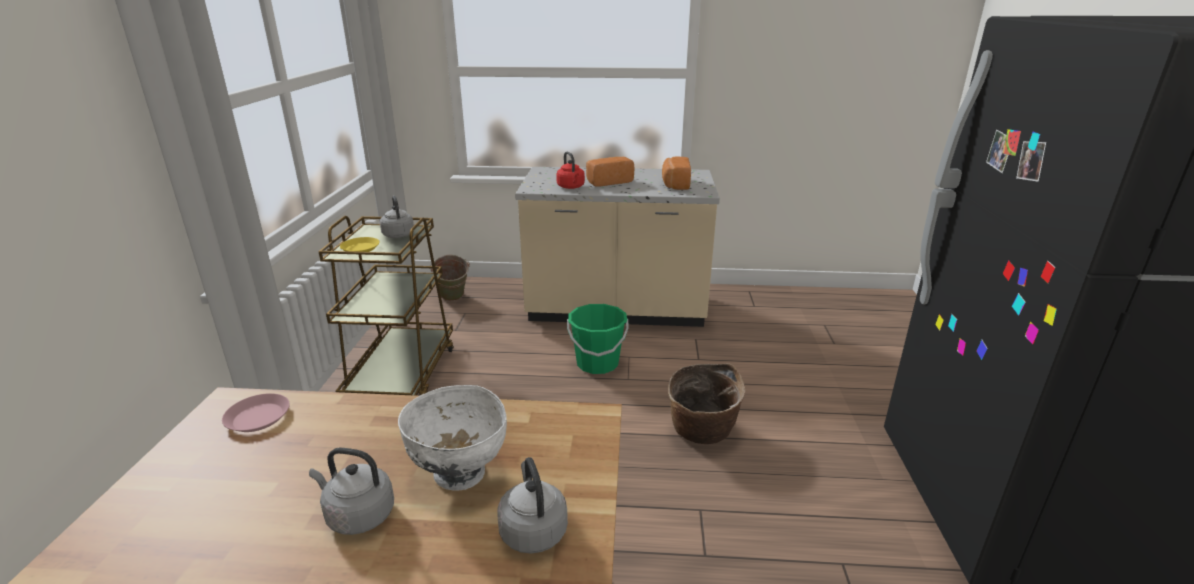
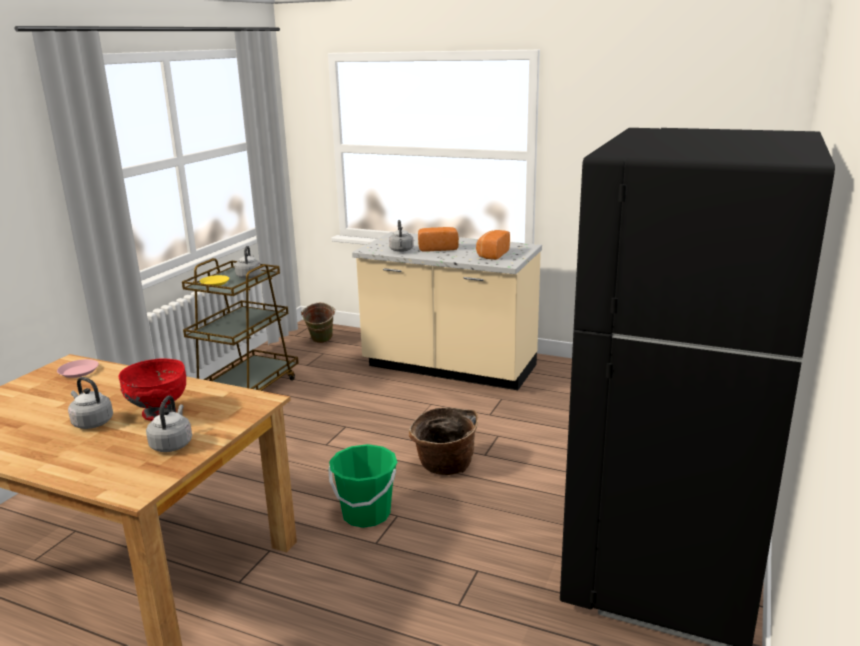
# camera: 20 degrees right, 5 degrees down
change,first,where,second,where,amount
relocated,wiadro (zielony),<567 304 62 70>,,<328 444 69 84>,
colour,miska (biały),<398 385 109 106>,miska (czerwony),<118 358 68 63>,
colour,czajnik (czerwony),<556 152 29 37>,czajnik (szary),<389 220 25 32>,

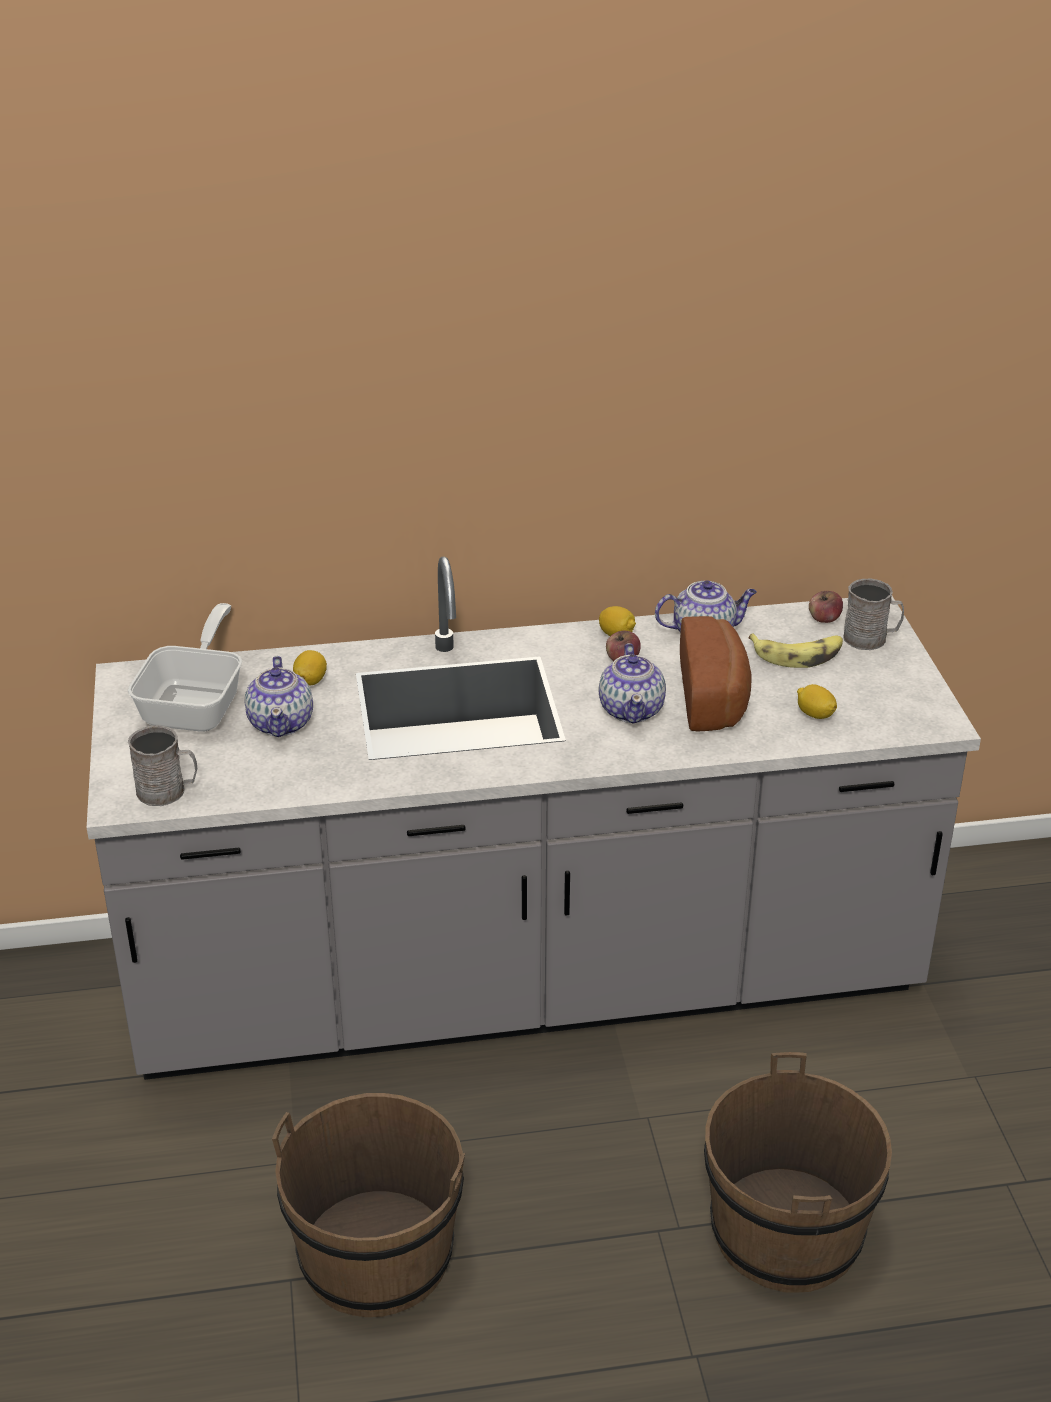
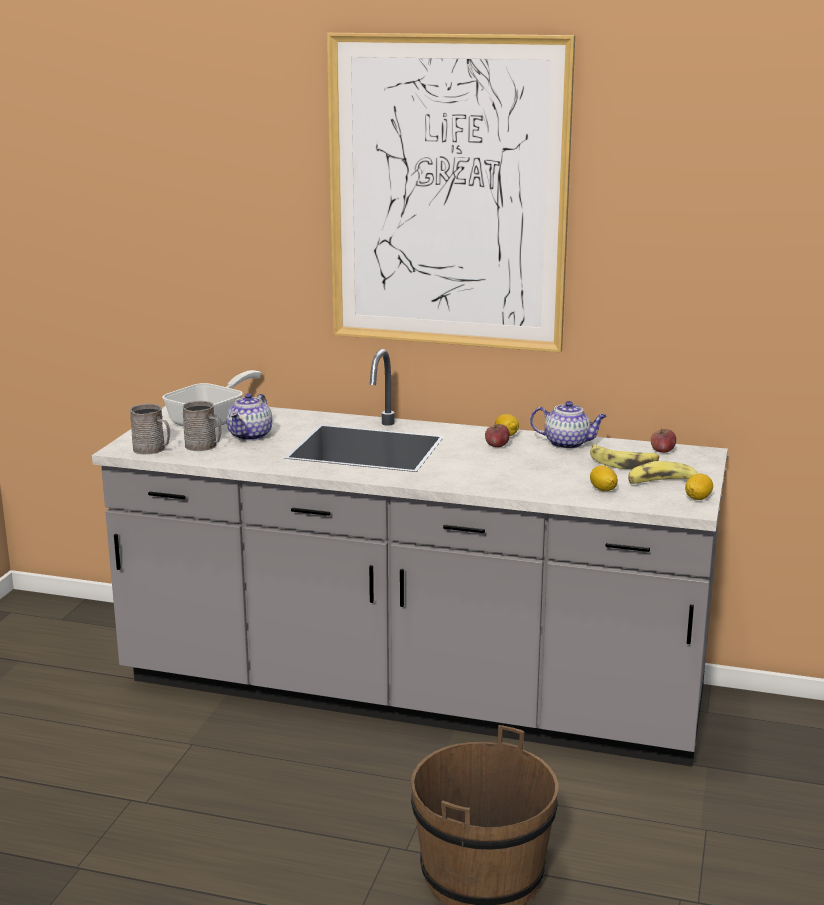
# camera: 25 degrees right, 15 degrees down
change,first,where,second,where,amount
missing,wiadro (brązowy),<272 1093 193 224>,,,
missing,imbryk,<599 643 67 81>,,,
missing,chleb,<680 616 72 115>,,,
appeared,,,obraz,<327 33 248 319>,
appeared,,,banan,<628 461 69 23>,
relocated,cytryna,<293 650 34 36>,,<685 473 28 27>,
relocated,kubek (szary),<843 579 61 71>,,<183 401 39 50>,

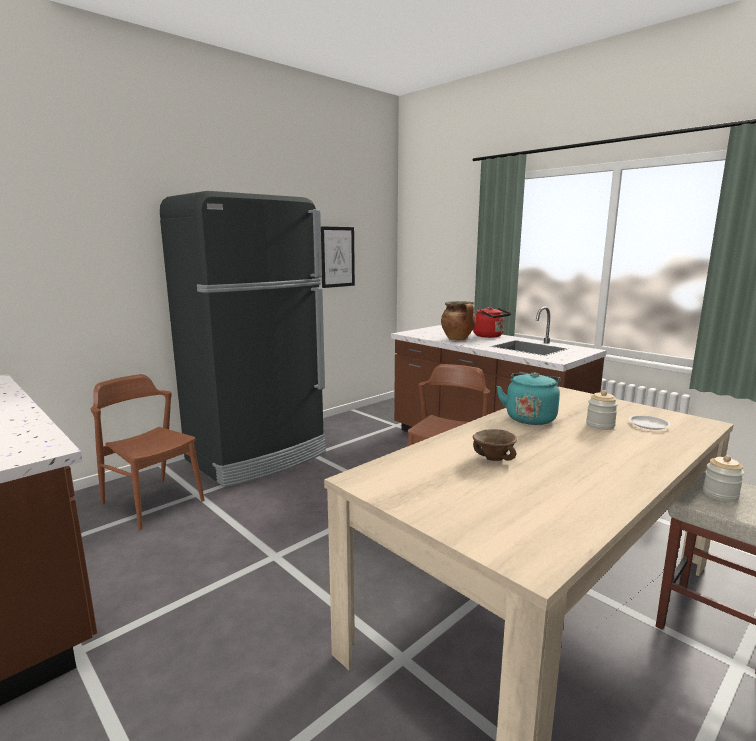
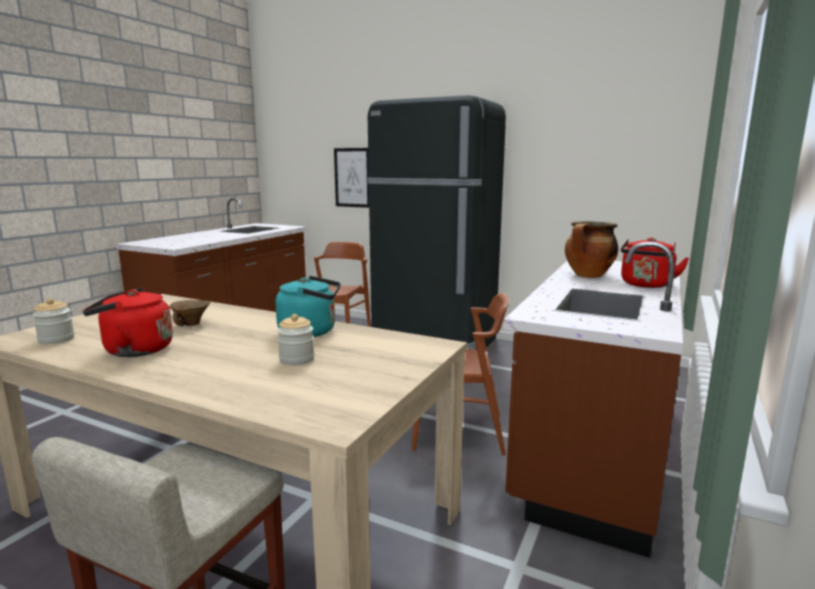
# camera: 70 degrees right, 0 degrees up
change,first,where,second,where,amount
missing,talerz (biały),<629 415 42 15>,,,
appeared,,,czajnik (czerwony),<83 287 90 70>,
relocated,obraz,<321 226 34 62>,,<334 148 35 60>,
relocated,słoik,<703 455 41 47>,,<33 298 42 46>,

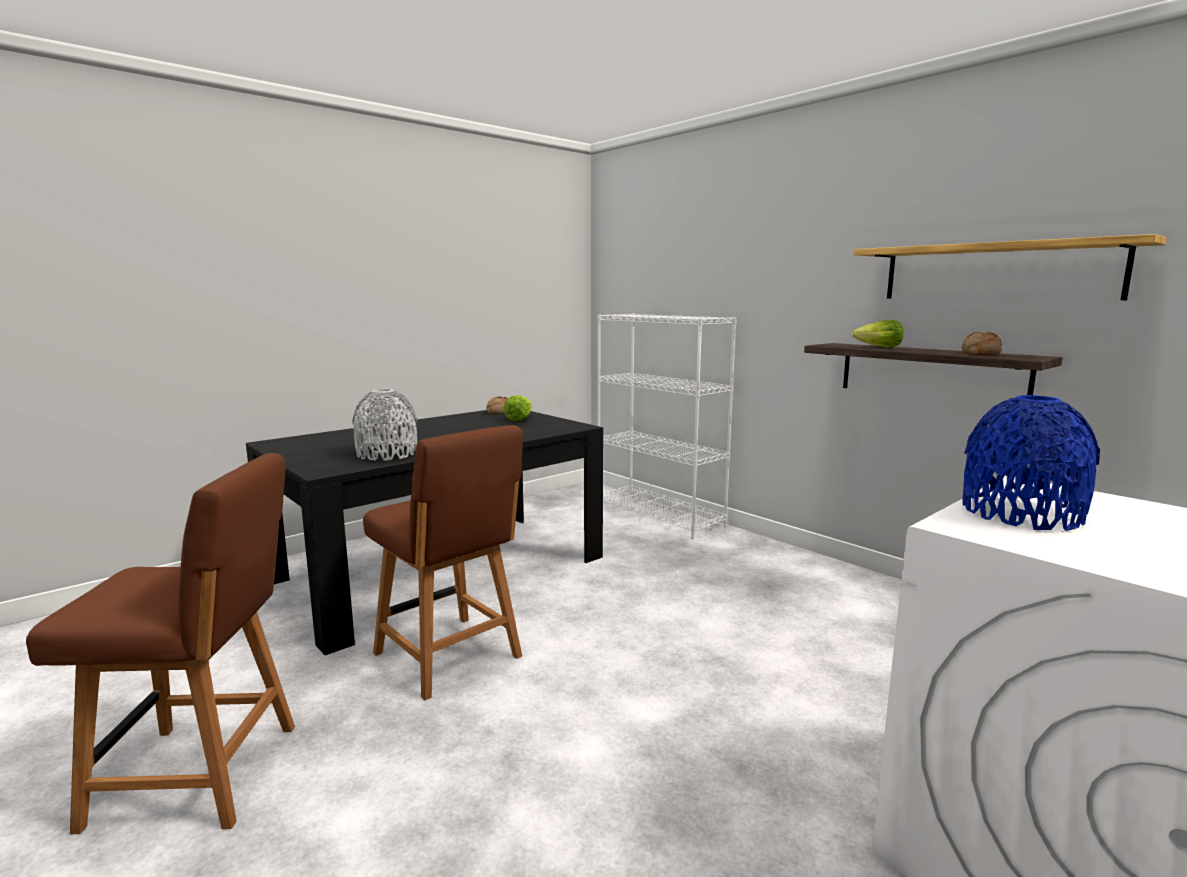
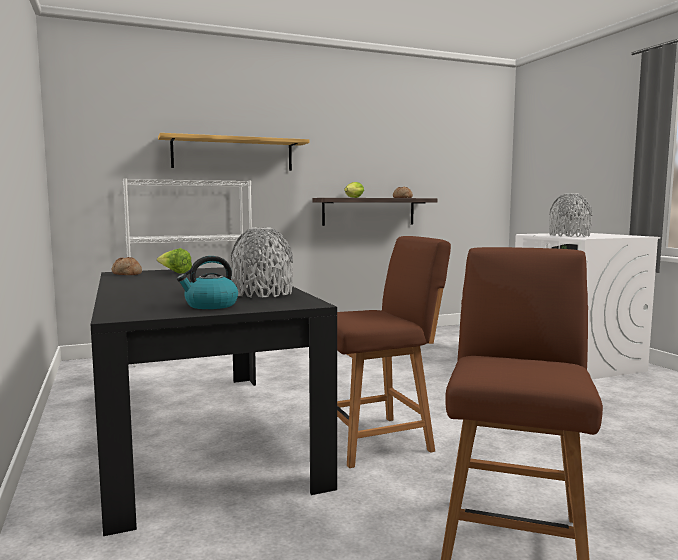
# camera: 70 degrees left, 5 degrees down
change,first,where,second,where,amount
appeared,,,czajnik,<177 256 61 53>,
relocated,półka,<854 234 313 66>,,<158 133 152 38>,
colour,wazon (niebieski),<962 395 138 136>,wazon (szary),<549 193 43 44>,

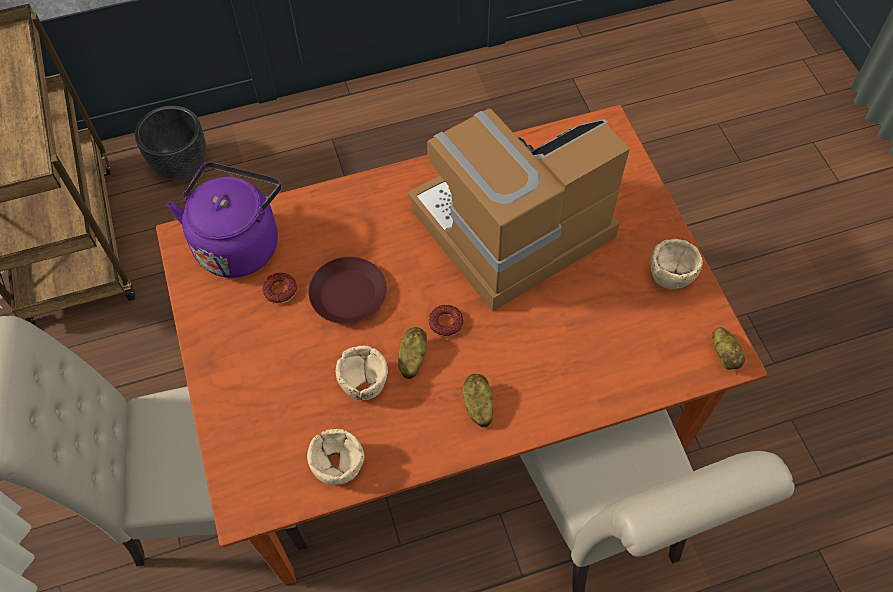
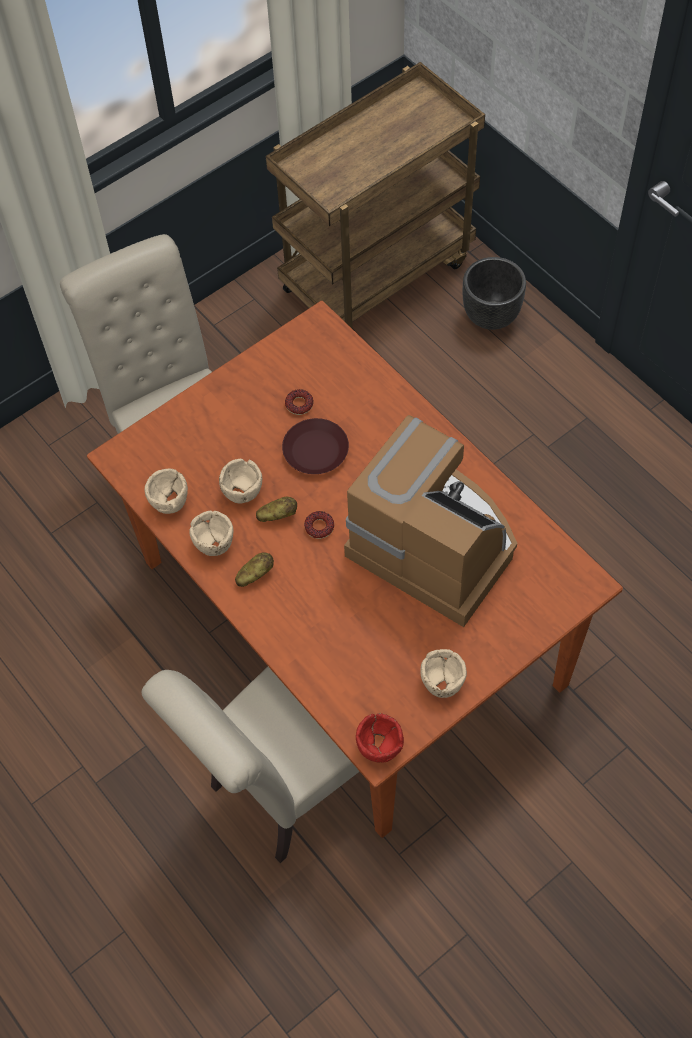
# camera: 70 degrees right, 0 degrees up
change,first,where,second,where,amount
missing,czajnik (fioletowy),<167 162 114 116>,,,
appeared,,,miska (beżowy),<189 511 44 45>,
exchanged,ziemniak,<712 327 33 43>,miska (czerwony),<356 713 48 50>,

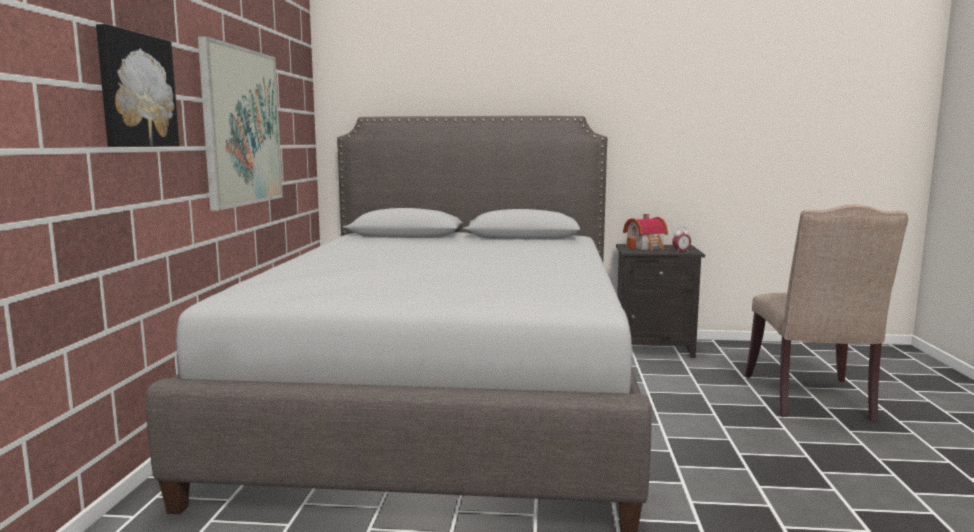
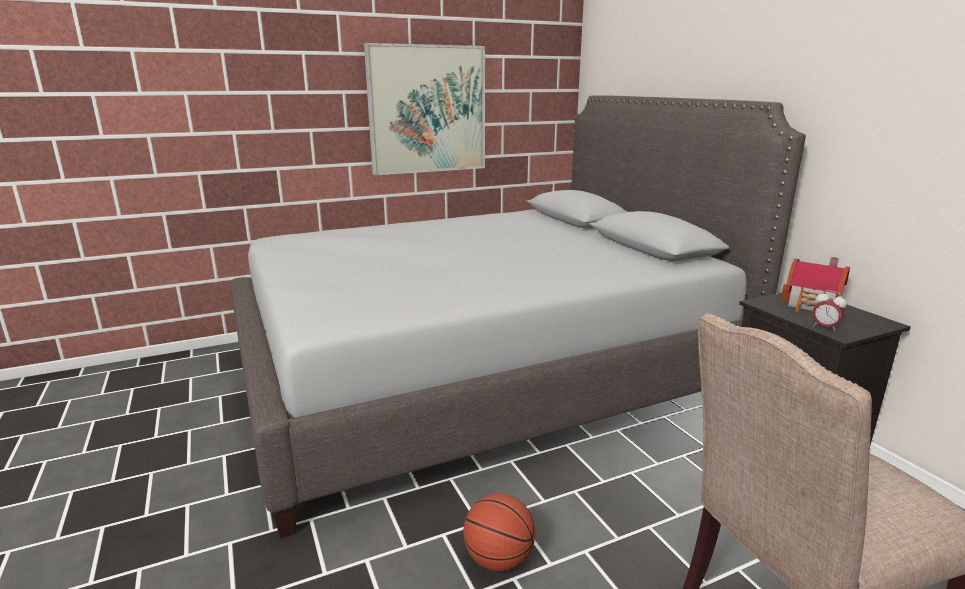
# camera: 60 degrees right, 10 degrees up
change,first,where,second,where,amount
missing,obraz,<96 24 83 123>,,,
appeared,,,piłka do koszykówki,<463 493 72 78>,

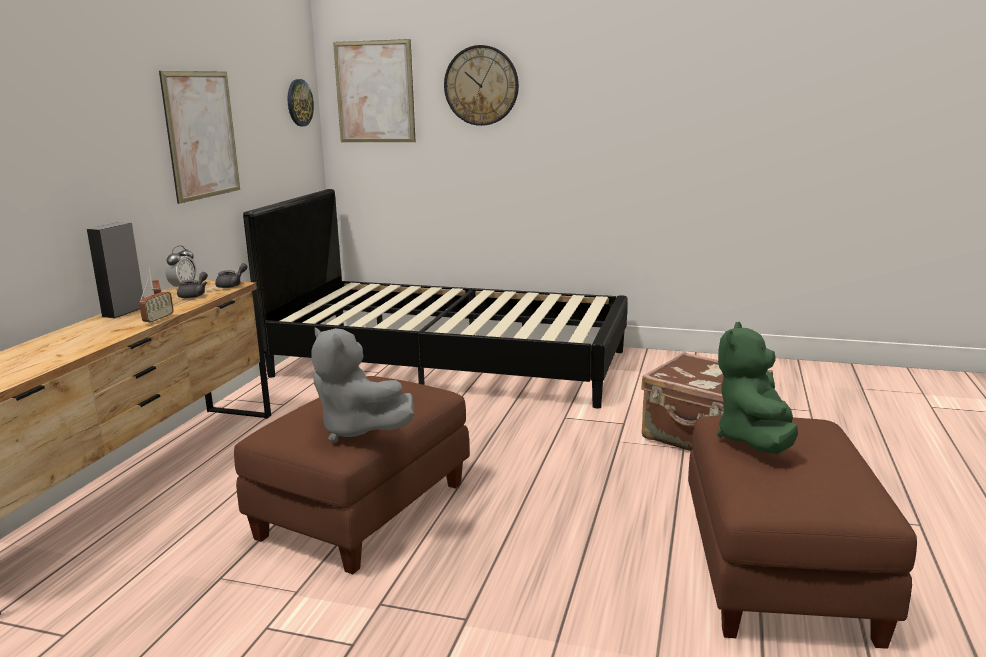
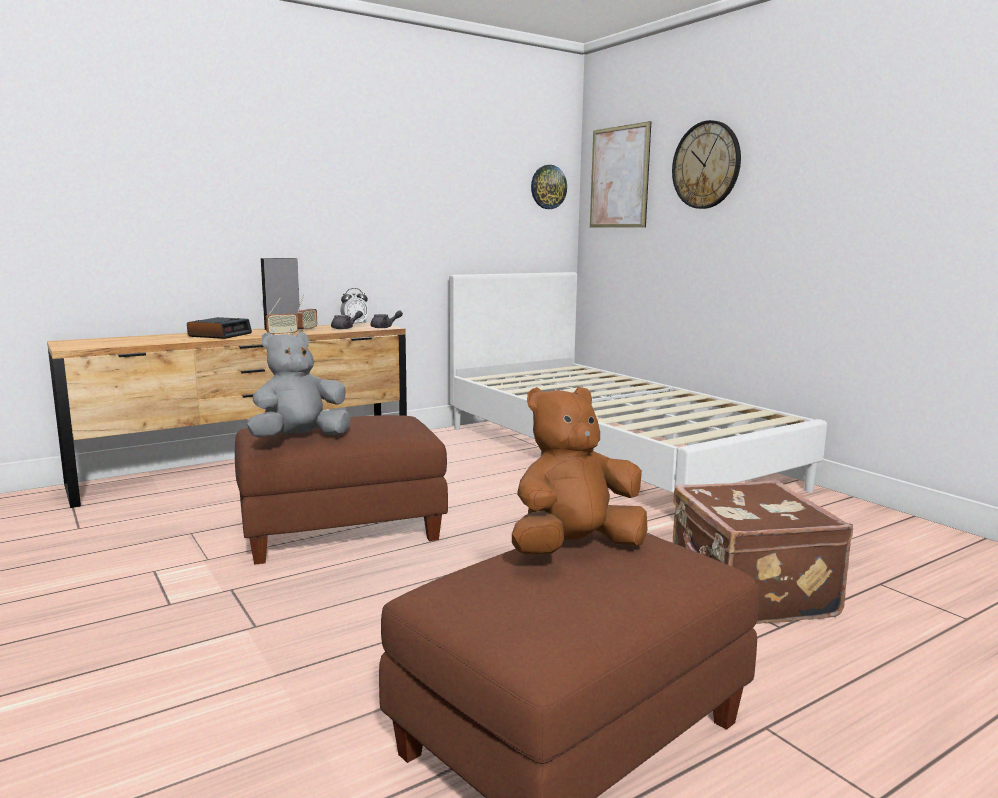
# camera: 40 degrees right, 5 degrees down
change,first,where,second,where,amount
missing,obraz,<159 71 81 133>,,,
appeared,,,budzik,<187 317 65 22>,
colour,łóżko (czarny),<243 189 385 219>,łóżko (biały),<449 272 378 221>,
colour,pluszak (zielony),<717 322 81 132>,pluszak (brązowy),<512 387 135 167>,
spun,pluszak (szary),<312 328 102 115>,,<247 332 104 105>,60 degrees clockwise

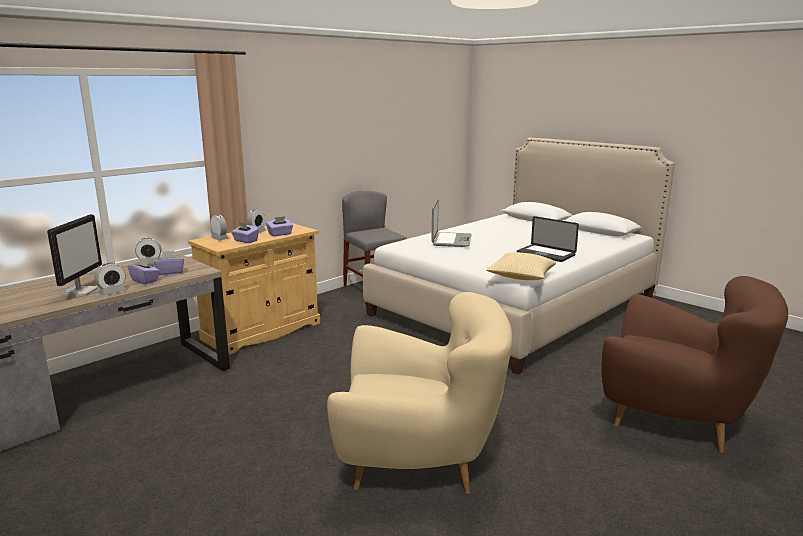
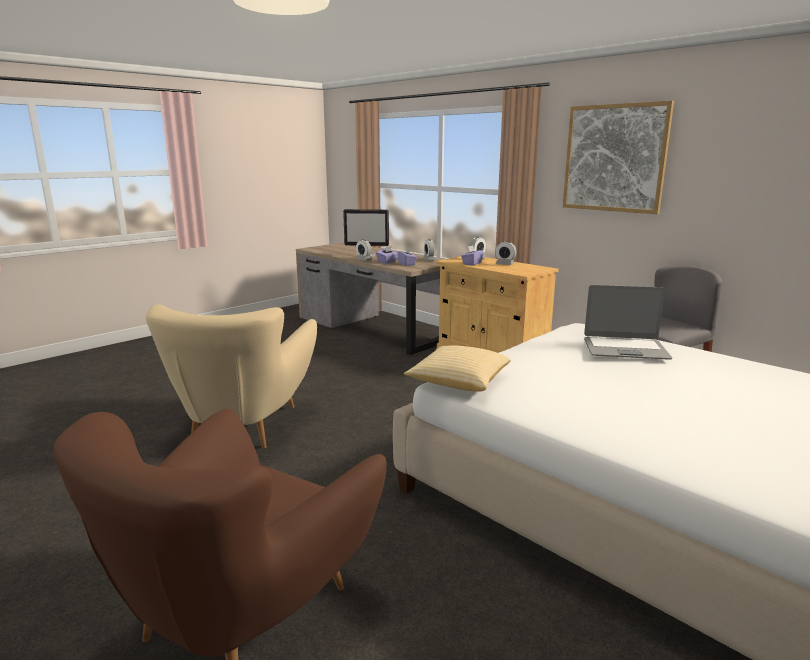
# camera: 90 degrees right, 0 degrees up
change,first,where,second,where,amount
missing,pudełko chusteczek (fioletowy),<266 216 27 20>,,,
missing,laptop,<517 216 62 46>,,,
appeared,,,obraz,<563 101 111 113>,

